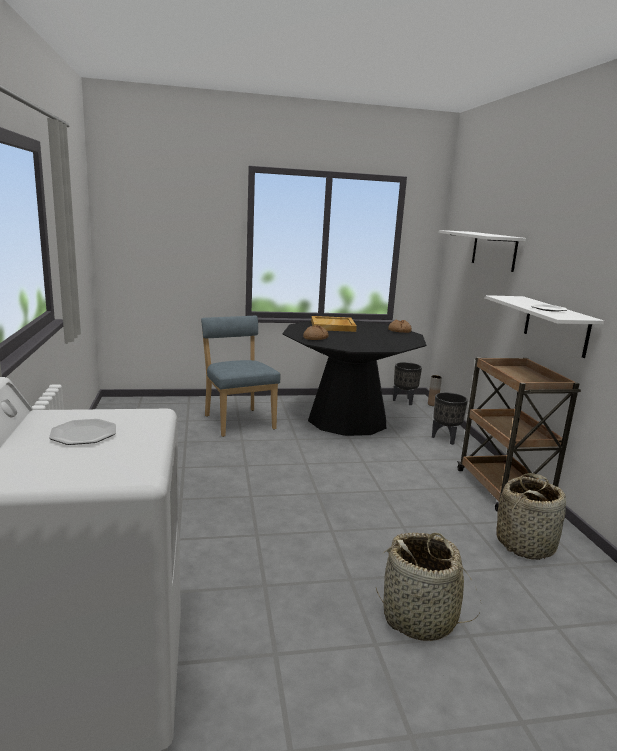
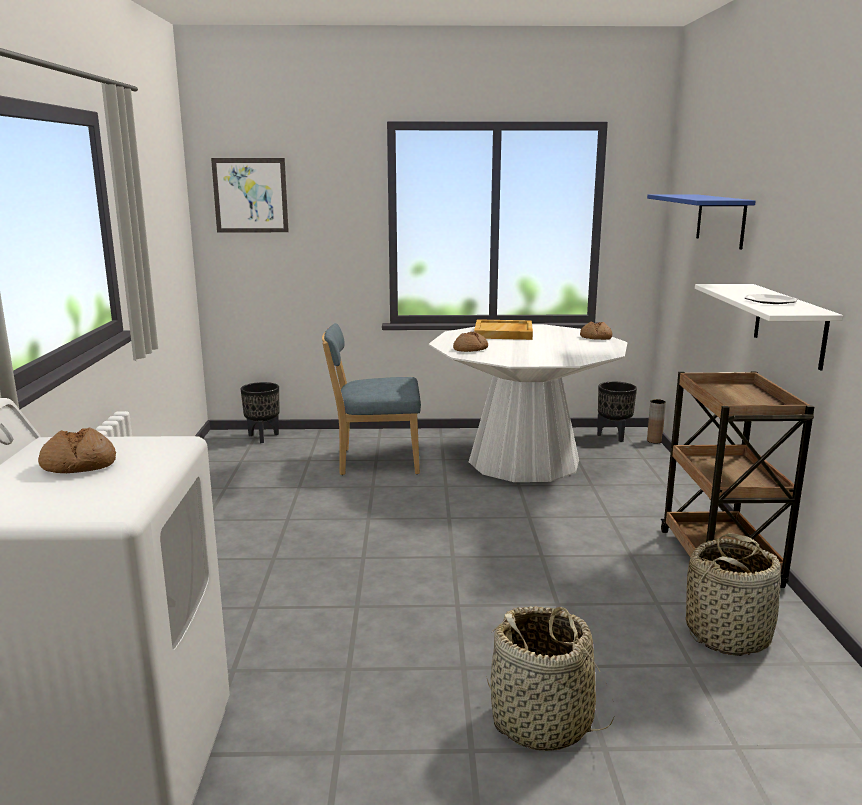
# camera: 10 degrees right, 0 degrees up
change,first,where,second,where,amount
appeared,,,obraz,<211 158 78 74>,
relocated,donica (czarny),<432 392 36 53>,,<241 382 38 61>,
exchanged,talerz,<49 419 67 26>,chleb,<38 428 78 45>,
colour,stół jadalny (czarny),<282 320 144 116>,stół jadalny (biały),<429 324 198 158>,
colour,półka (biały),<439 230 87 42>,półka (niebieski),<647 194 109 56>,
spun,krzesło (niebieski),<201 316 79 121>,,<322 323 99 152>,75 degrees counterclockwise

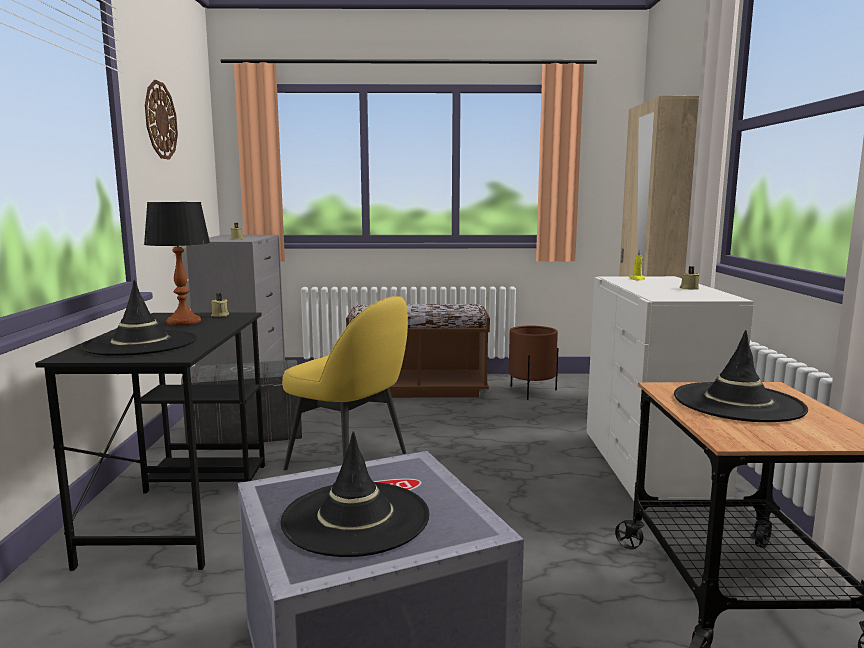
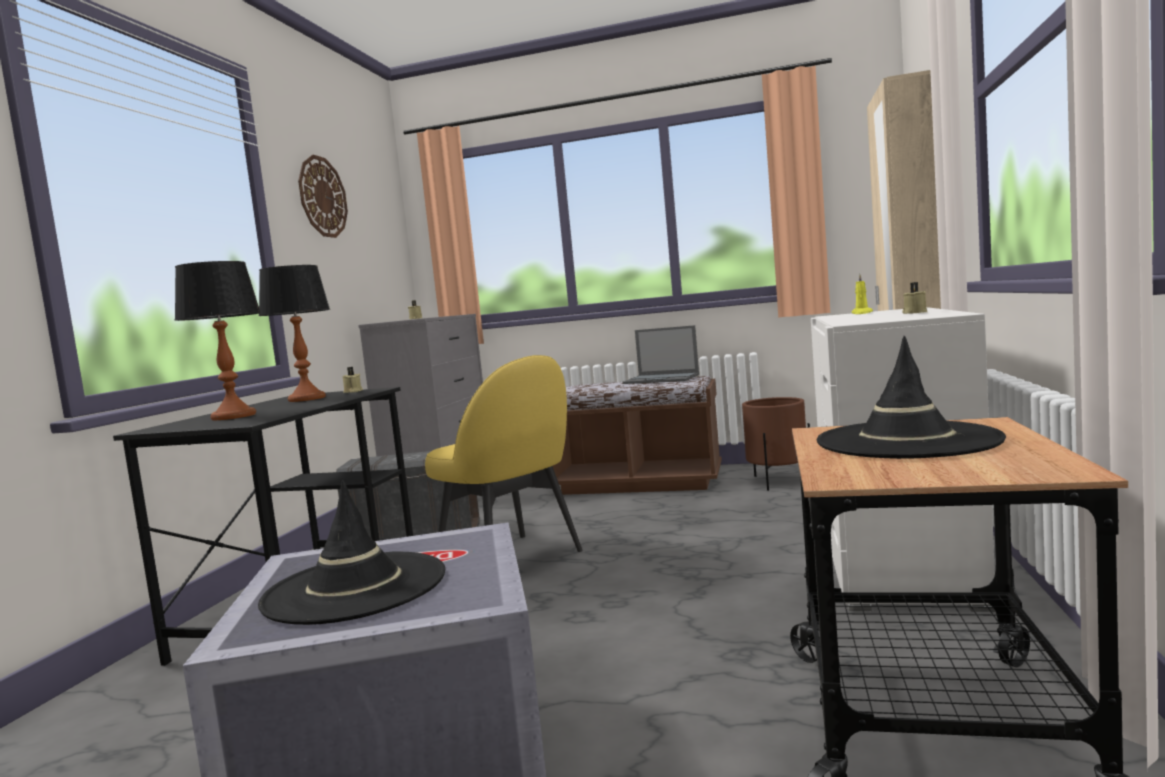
# camera: 15 degrees right, 5 degrees down
change,first,where,second,where,amount
appeared,,,laptop,<623 325 76 59>,
exchanged,kapelusz (czarny),<81 280 116 76>,lampa stołowa,<175 261 86 159>,

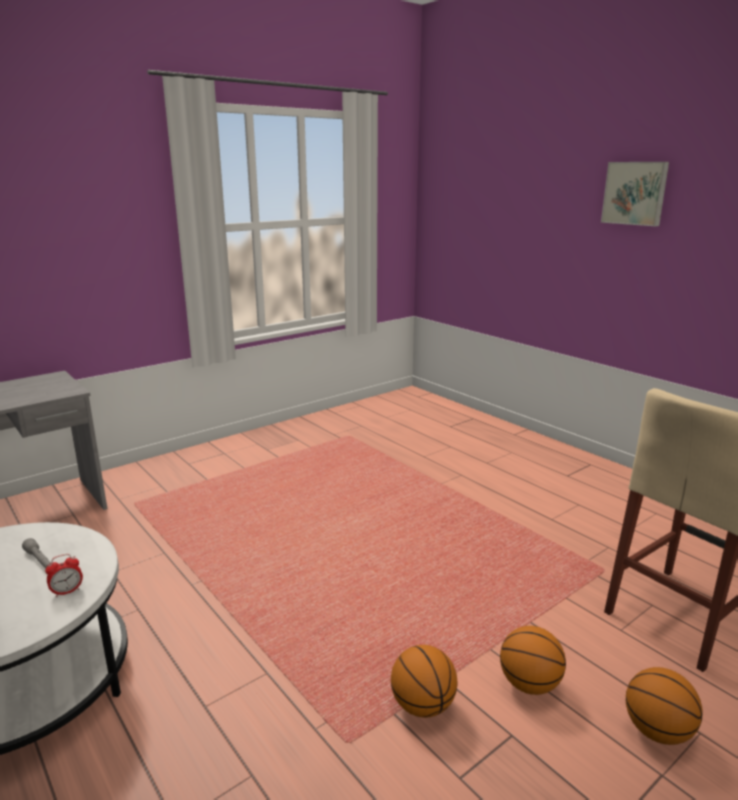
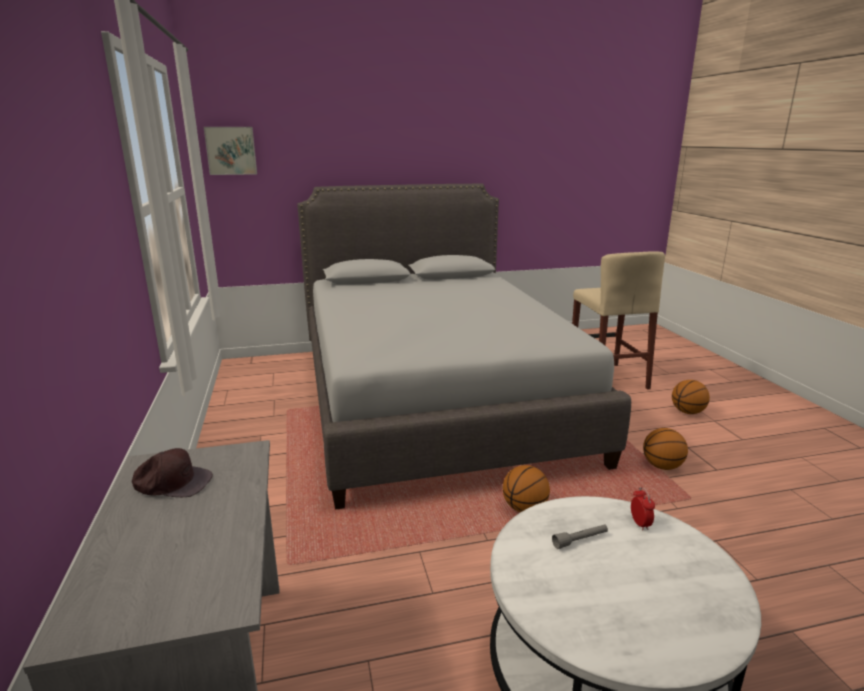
# camera: 65 degrees left, 0 degrees up
change,first,where,second,where,amount
appeared,,,czapka z daszkiem (brązowy),<132 448 81 49>,
appeared,,,łóżko (szary),<297 184 334 326>,
relocated,piłka do koszykówki,<500 626 66 69>,,<503 465 47 47>,
relocated,obraz,<601 162 68 64>,,<204 127 53 48>,

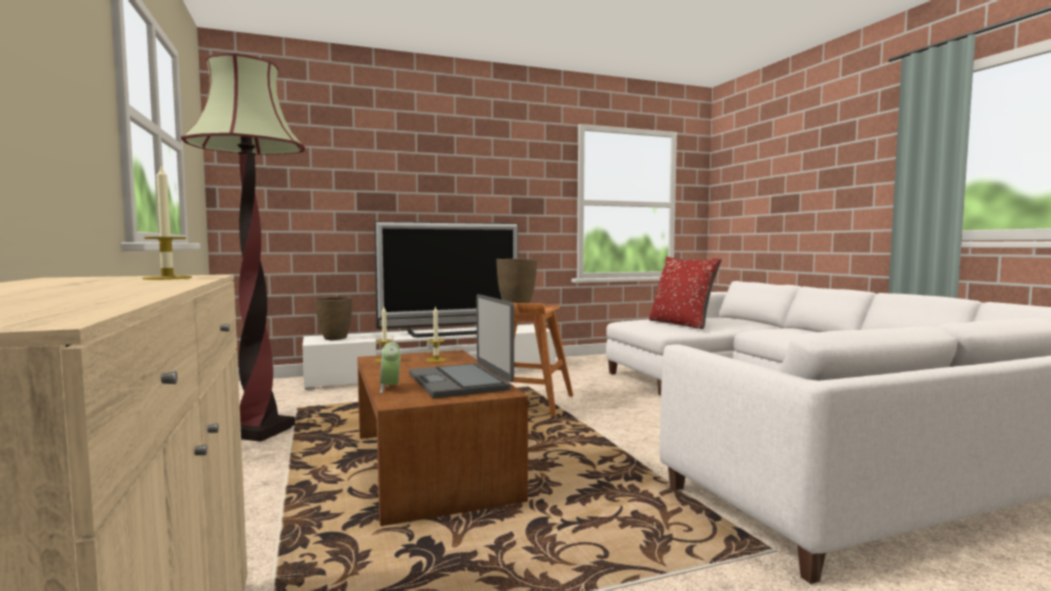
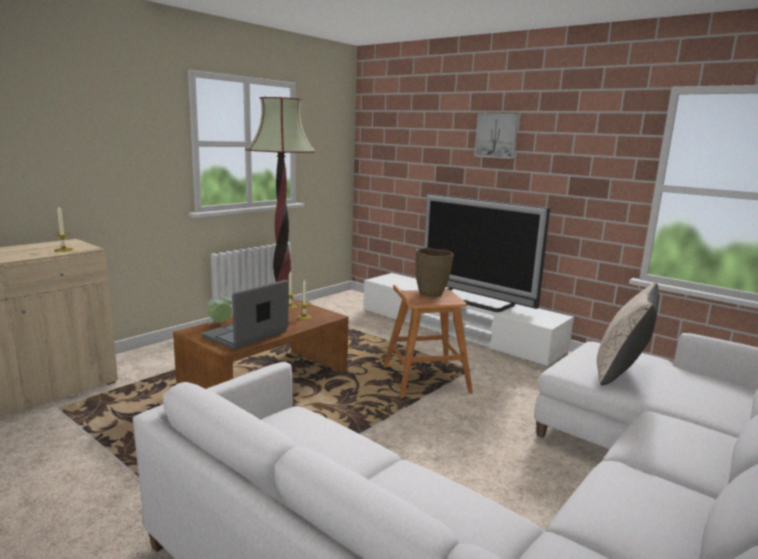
# camera: 60 degrees right, 10 degrees up
change,first,where,second,where,amount
missing,wazon (brązowy),<315 296 37 44>,,,
appeared,,,obraz,<475 113 44 46>,
colour,poduszka (czerwony),<649 257 72 72>,poduszka (beżowy),<597 282 62 103>,

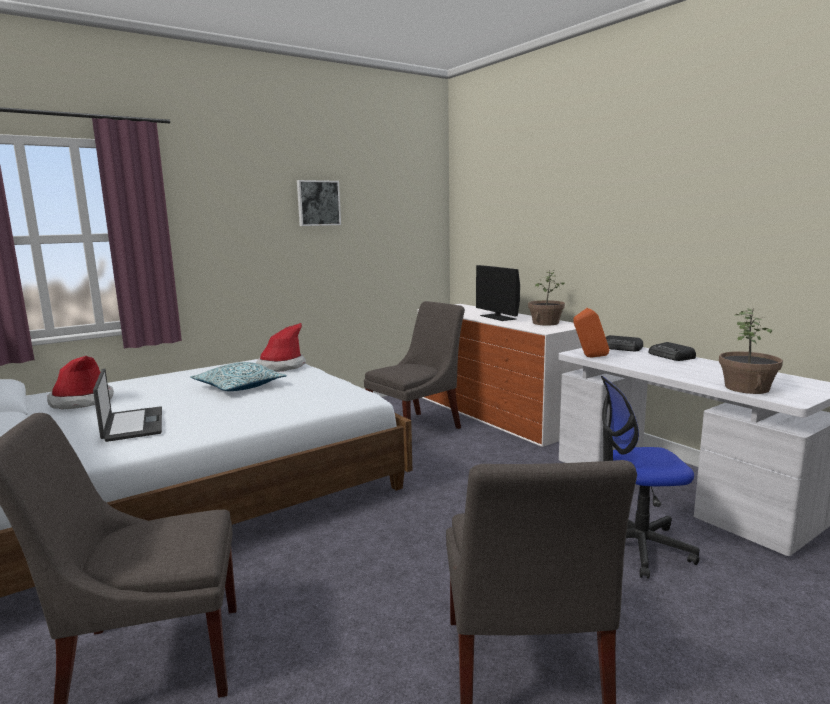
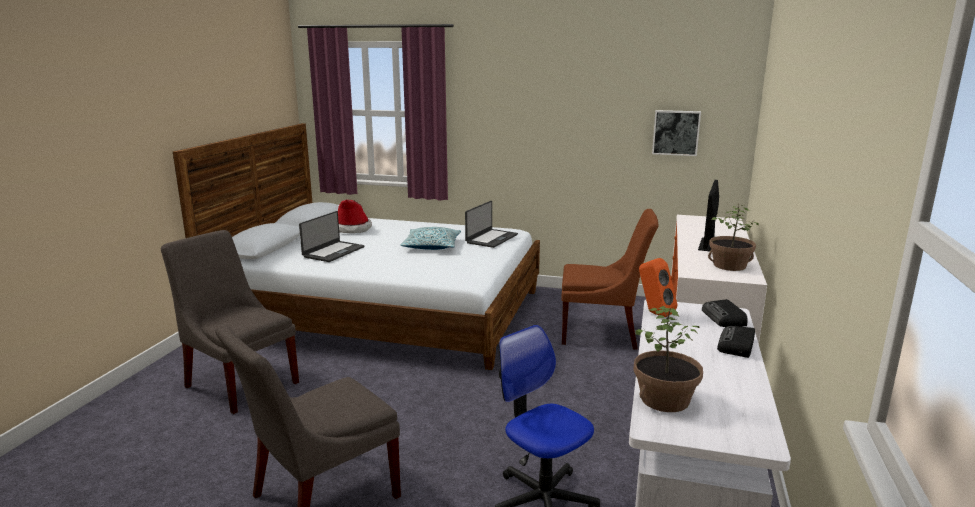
# camera: 50 degrees right, 5 degrees up
change,first,where,second,where,amount
relocated,obraz,<297 180 44 46>,,<652 110 49 46>,
exchanged,kapelusz,<256 323 50 49>,laptop,<465 201 53 47>,
colour,krzesło (szary),<364 301 101 128>,krzesło (brązowy),<561 209 97 141>,

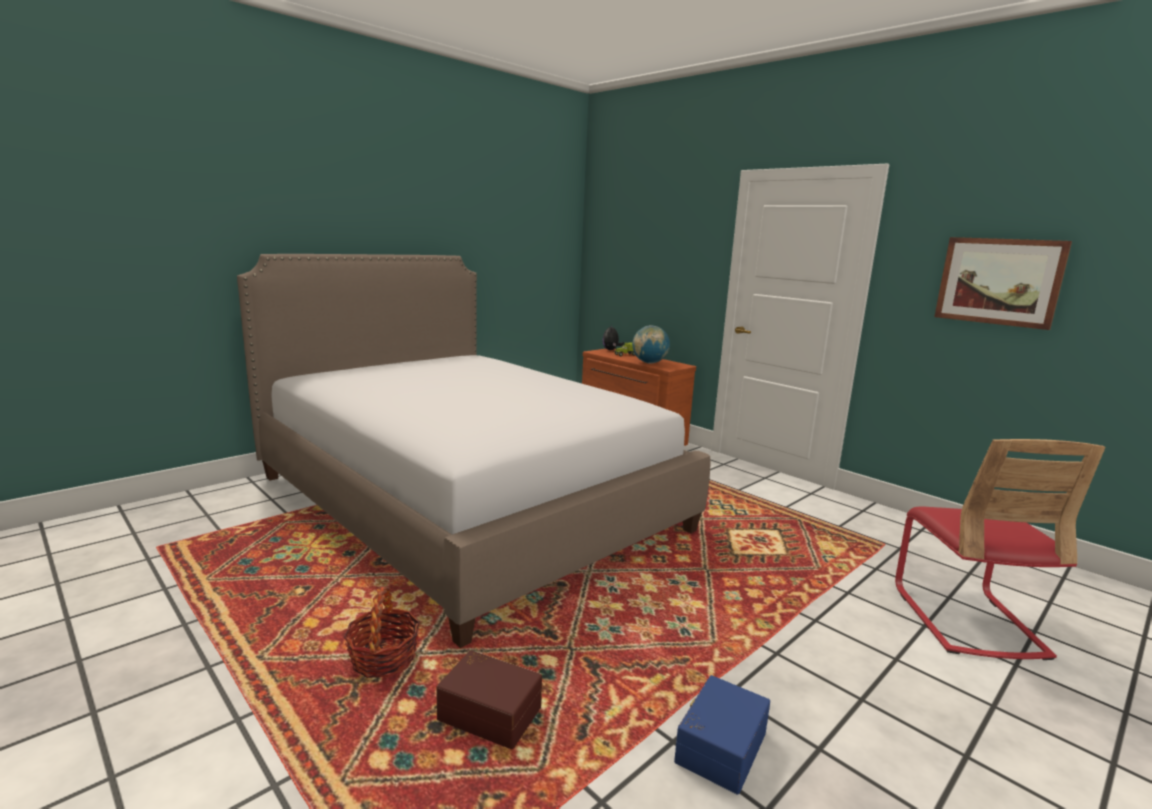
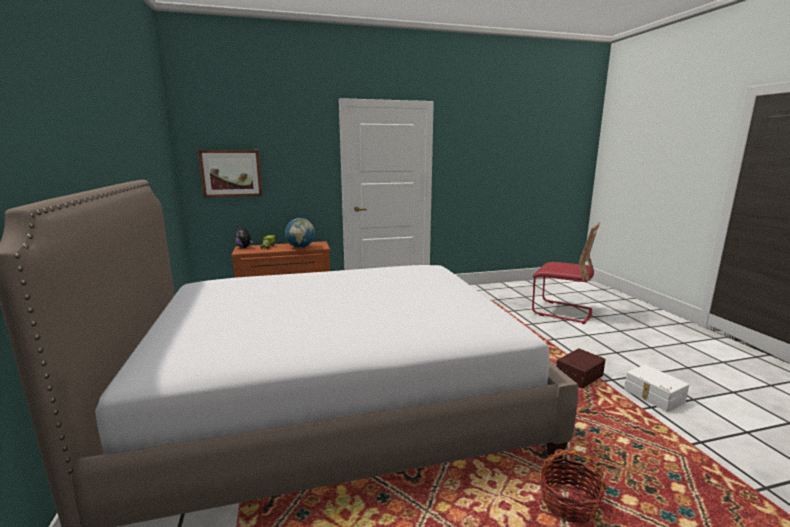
# camera: 60 degrees left, 0 degrees up
change,first,where,second,where,amount
relocated,pojemnik do przechowywania (brązowy),<436 650 106 99>,,<556 348 50 41>,
relocated,obraz,<934 237 138 93>,,<198 150 65 48>,
colour,pojemnik do przechowywania (niebieski),<674 675 96 120>,pojemnik do przechowywania (biały),<624 365 65 47>,

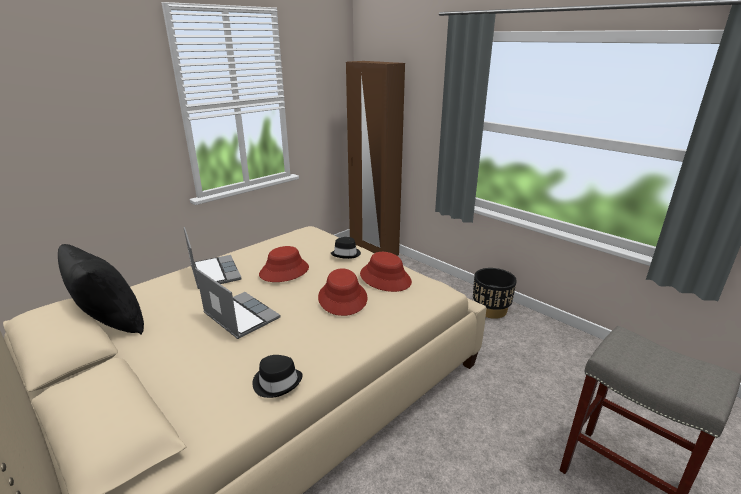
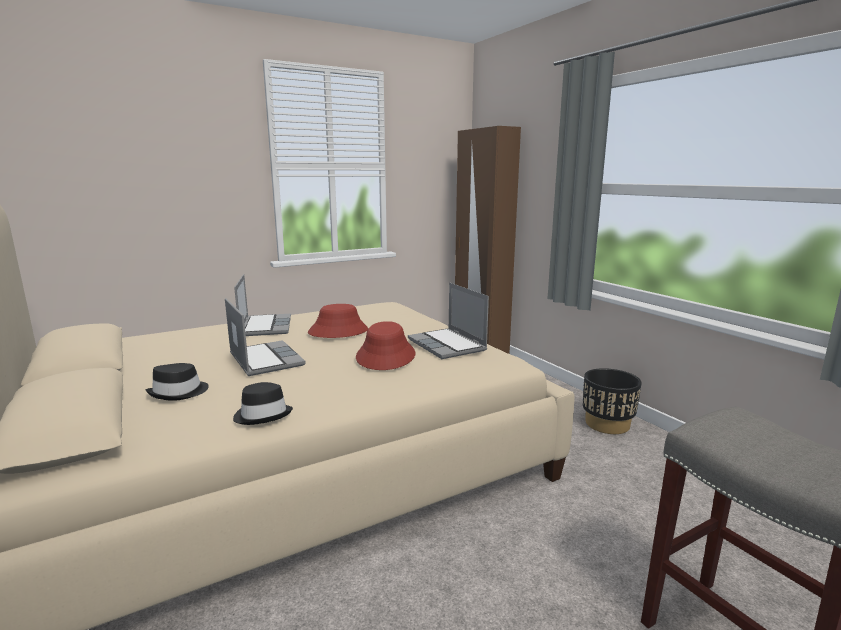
# camera: 15 degrees right, 10 degrees down
change,first,where,second,where,amount
missing,poduszka (czarny),<58 244 86 90>,,,
relocated,kapelusz (czarny),<331 237 30 22>,,<146 363 63 38>,
exchanged,kapelusz (czerwony),<360 252 52 40>,laptop,<408 283 81 76>,

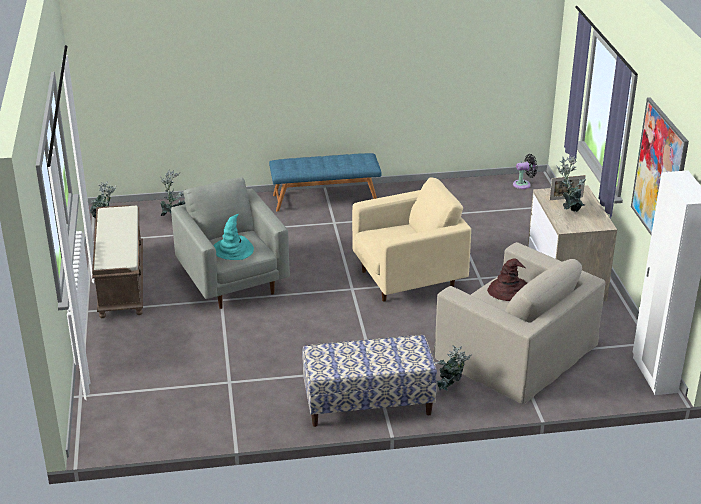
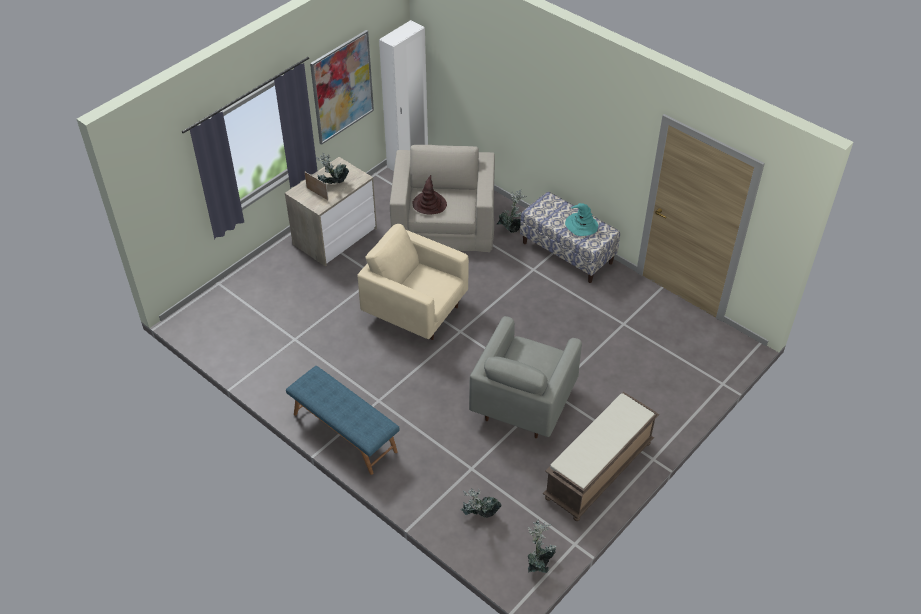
# camera: 130 degrees left, 15 degrees up
change,first,where,second,where,amount
missing,wentylator (czarny),<513 154 24 35>,,,
relocated,kapelusz (turkusowy),<213 214 41 46>,,<565 203 33 33>,

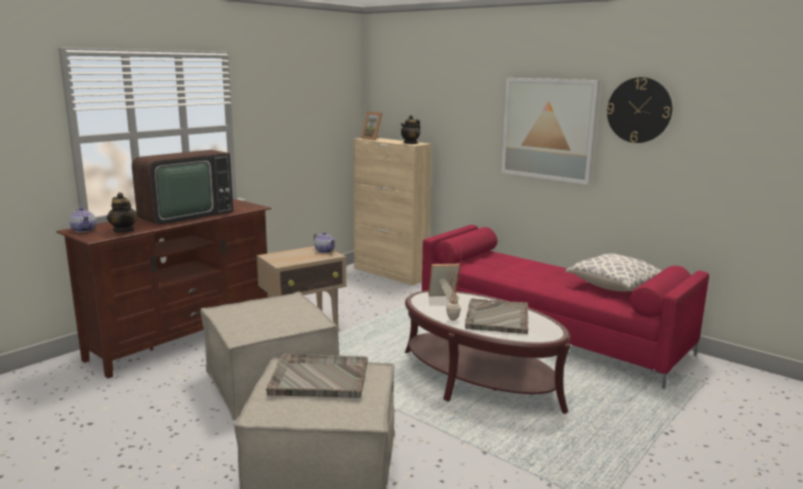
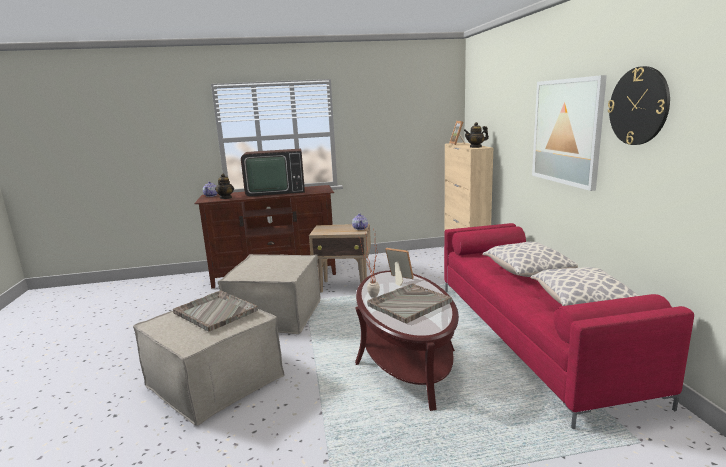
# camera: 40 degrees right, 0 degrees up
change,first,where,second,where,amount
appeared,,,poduszka,<483 242 95 35>,

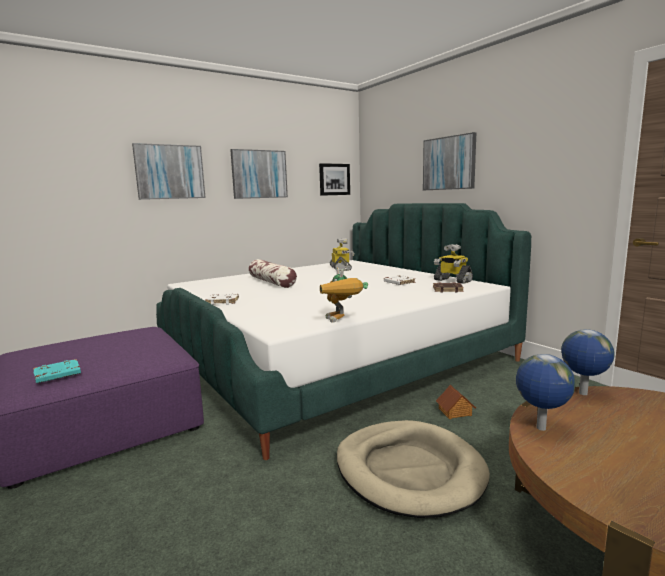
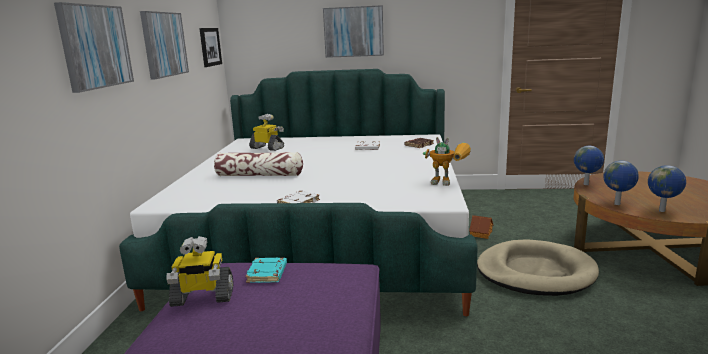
# camera: 50 degrees left, 5 degrees up
change,first,where,second,where,amount
appeared,,,globus,<648 165 38 47>,
relocated,książka (turkusowy),<33 359 48 24>,,<245 258 42 25>,
relocated,robot zabawkowy,<434 244 39 40>,,<166 236 67 71>,

